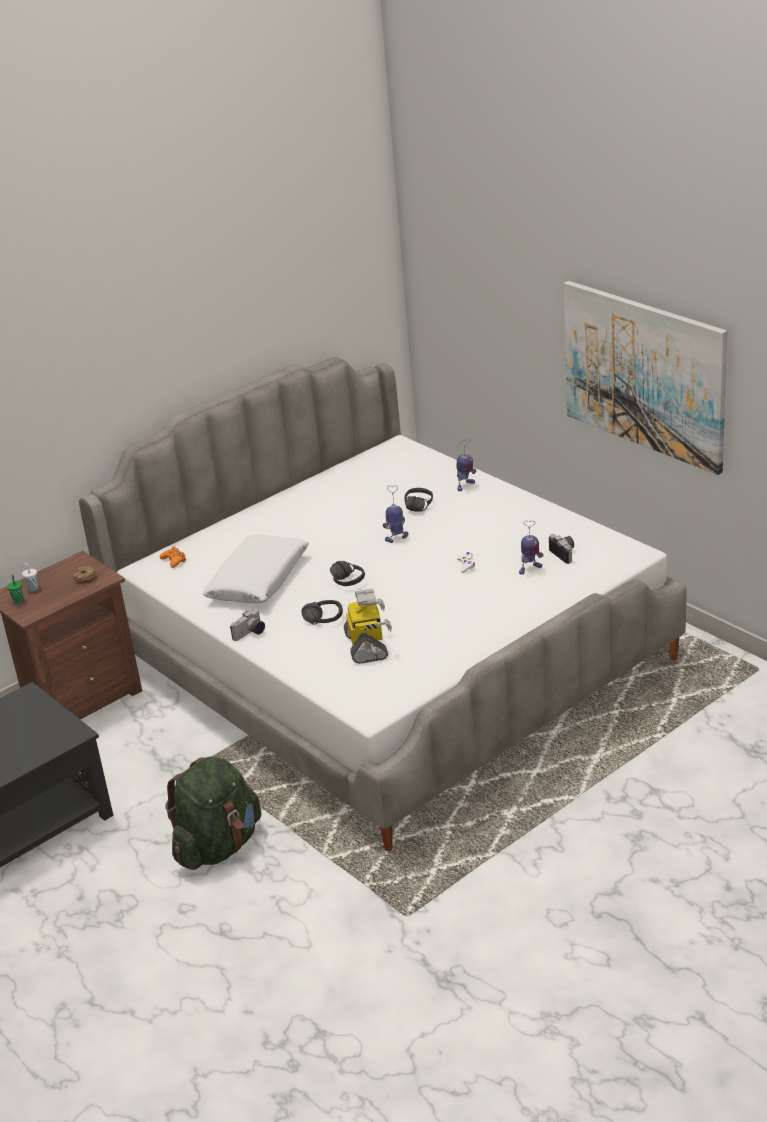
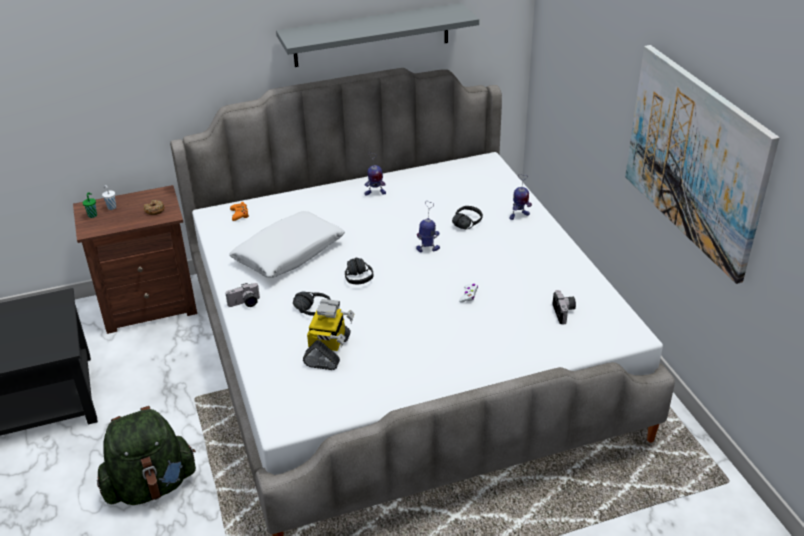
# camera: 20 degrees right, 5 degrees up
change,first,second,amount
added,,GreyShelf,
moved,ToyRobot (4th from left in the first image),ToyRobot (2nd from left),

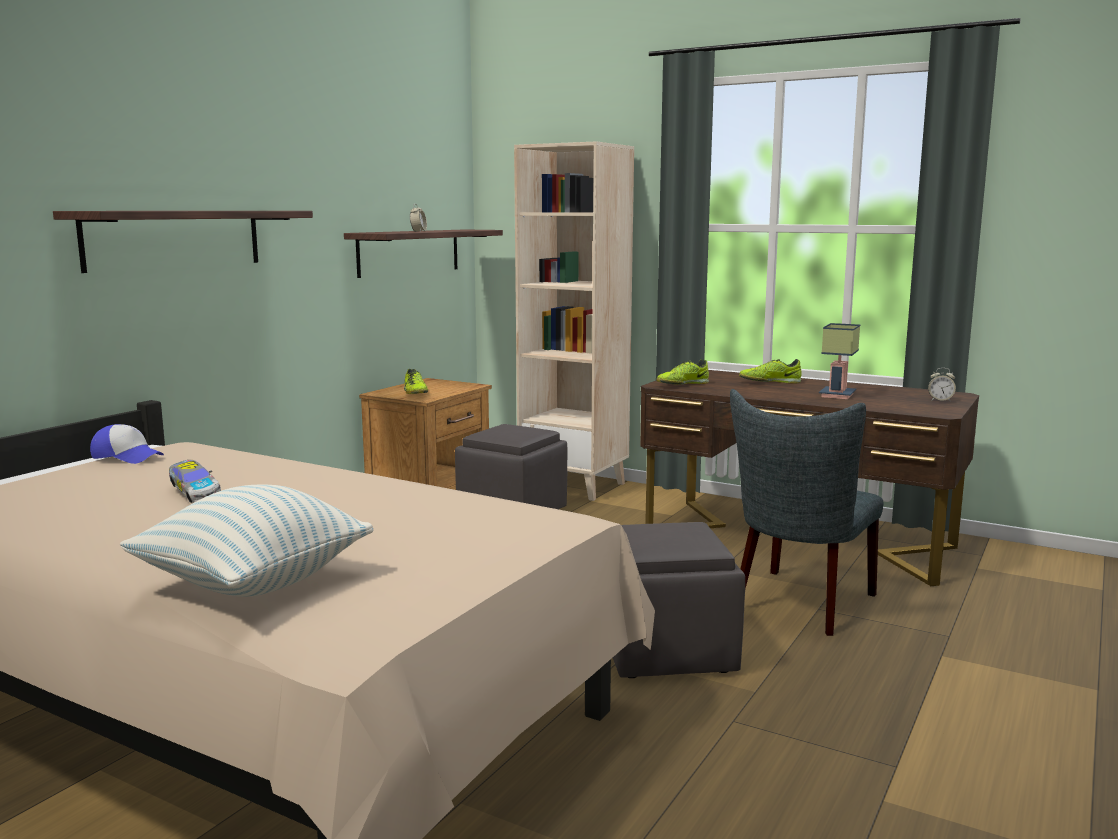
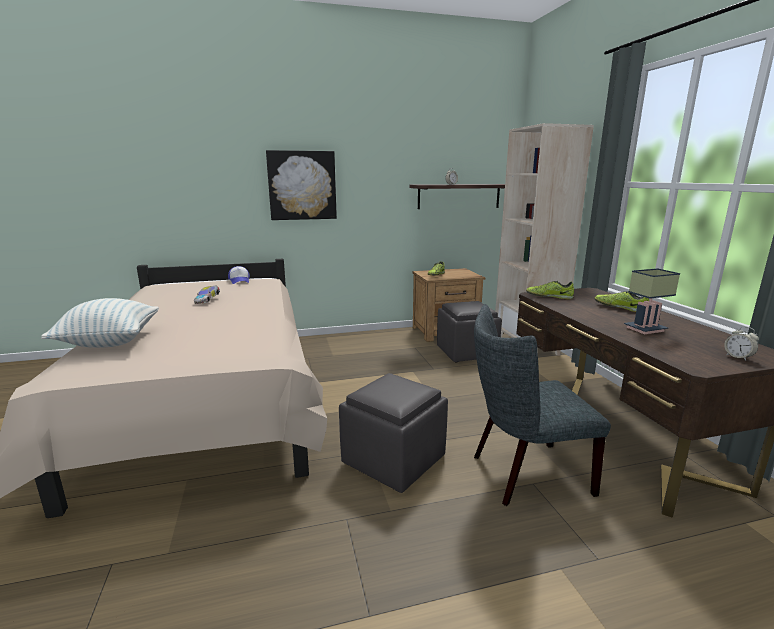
# camera: 45 degrees right, 5 degrees up
change,first,second,amount
replaced,Shelf (1st from left),Picture,

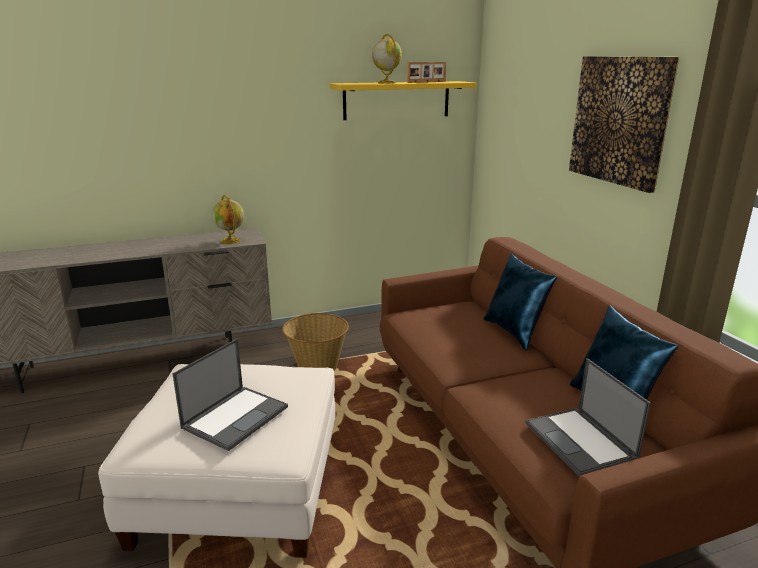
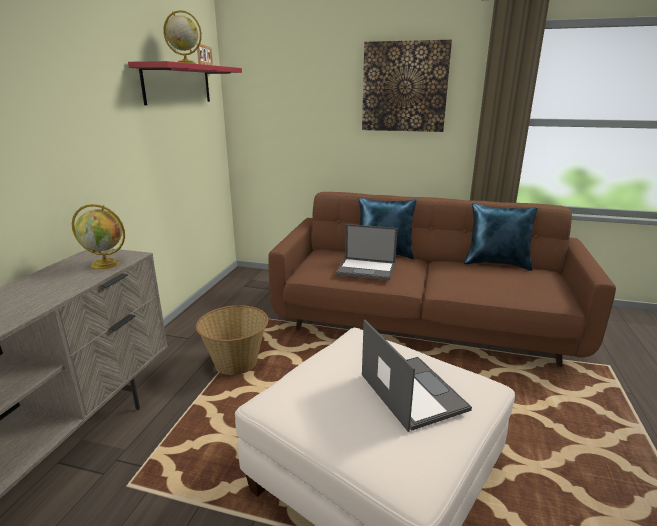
# camera: 55 degrees left, 0 degrees up
change,first,second,amount
moved,Laptop (2nd from left in the first image),Laptop (1st from left),
recoloured,YellowShelf,RedShelf,

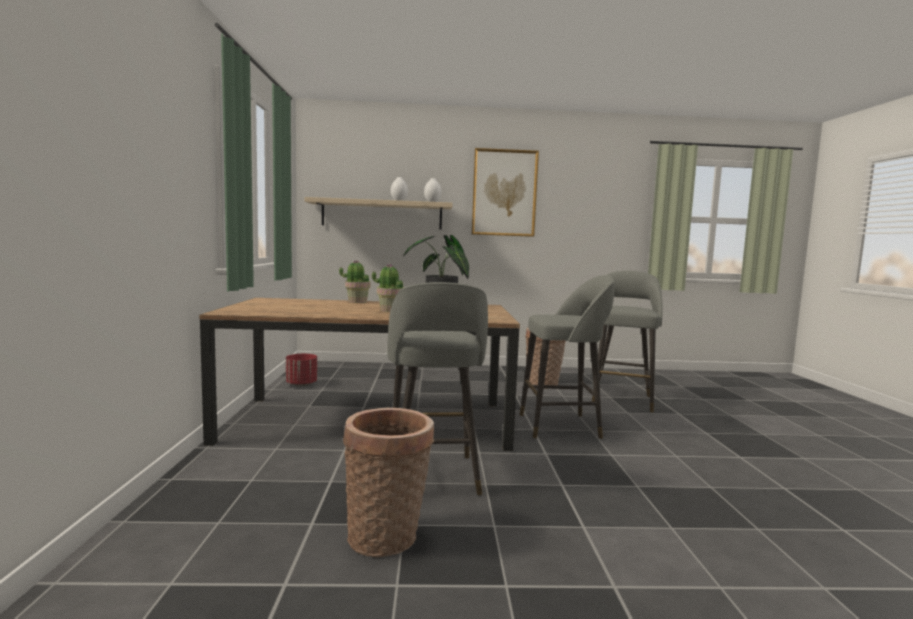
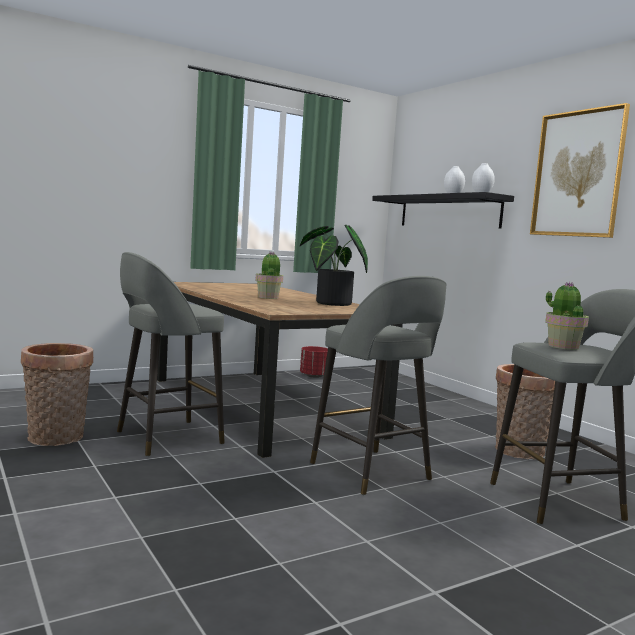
# camera: 60 degrees right, 0 degrees up
change,first,second,amount
moved,PottedPlant (1st from left in the first image),PottedPlant (3rd from left),
recoloured,BeigeShelf,BlackShelf,

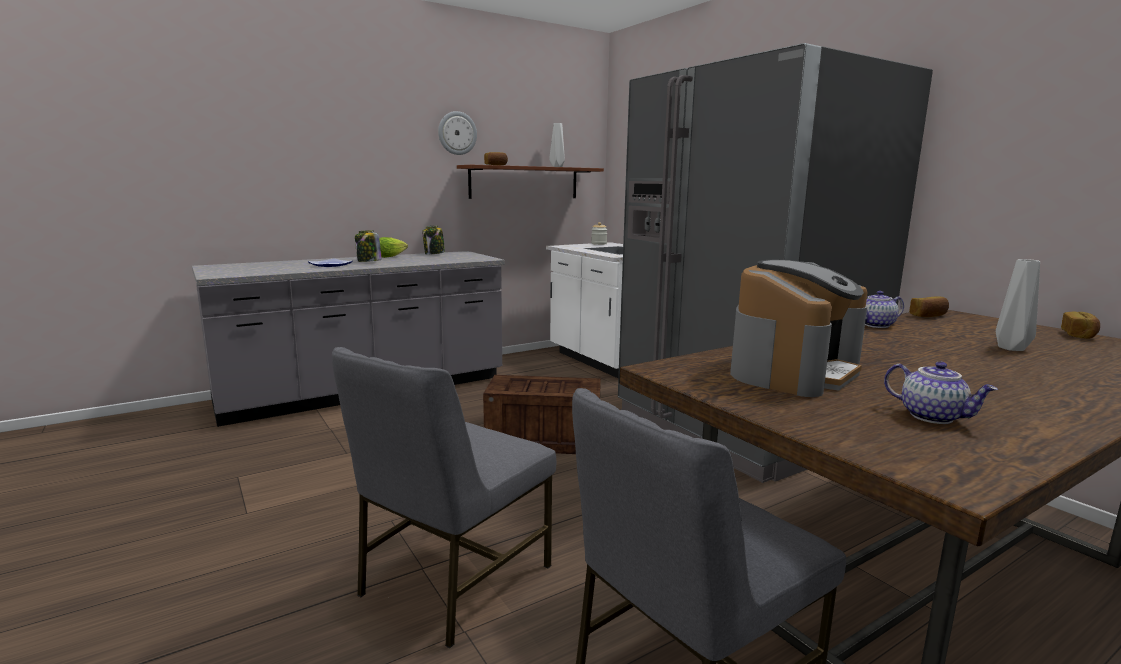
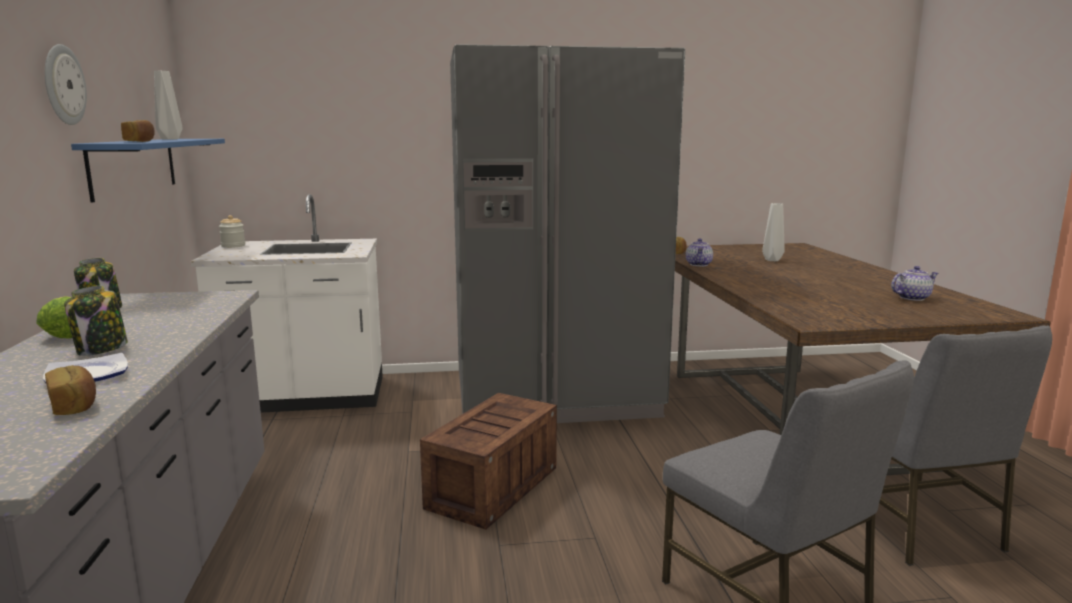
# camera: 65 degrees left, 0 degrees up
change,first,second,amount
removed,CoffeeMachine,,
moved,Bread (3rd from left in the first image),Bread (1st from left),
recoloured,BrownShelf,BlueShelf,

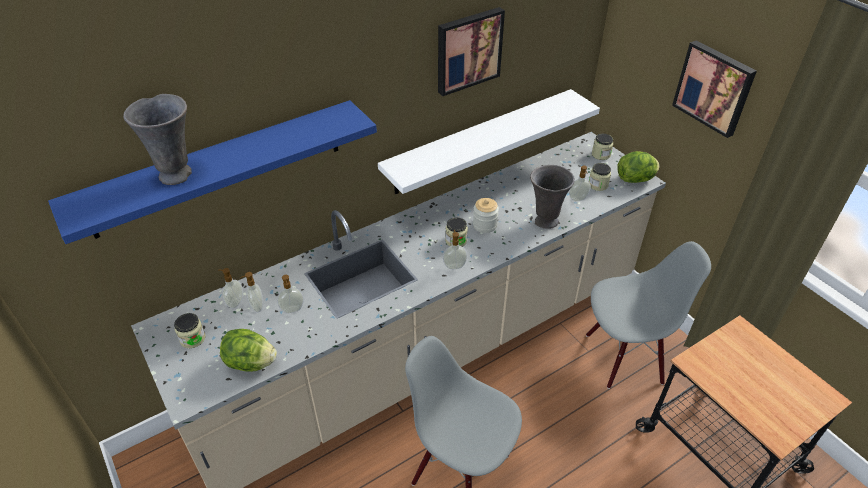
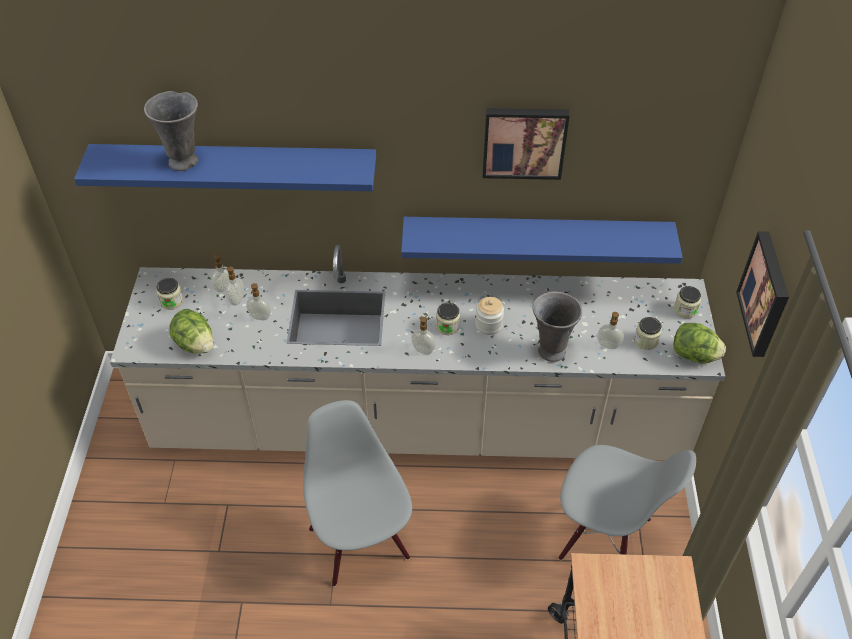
# camera: 35 degrees right, 5 degrees up
change,first,second,amount
recoloured,WhiteShelf,BlueShelf (2nd from left),

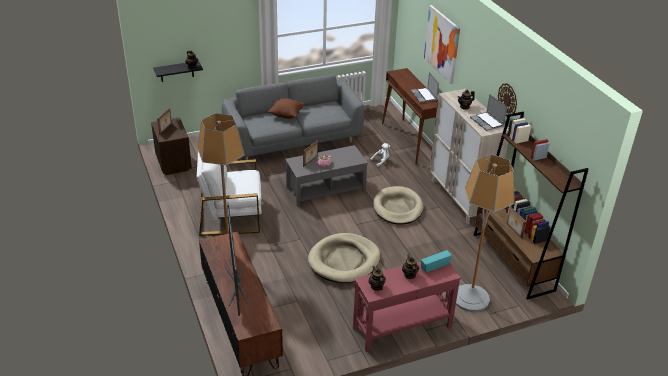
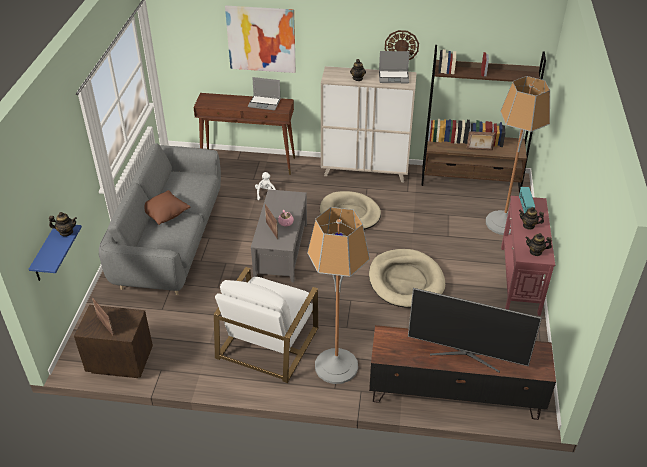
# camera: 60 degrees left, 5 degrees up
change,first,second,amount
recoloured,BlackShelf,BlueShelf,

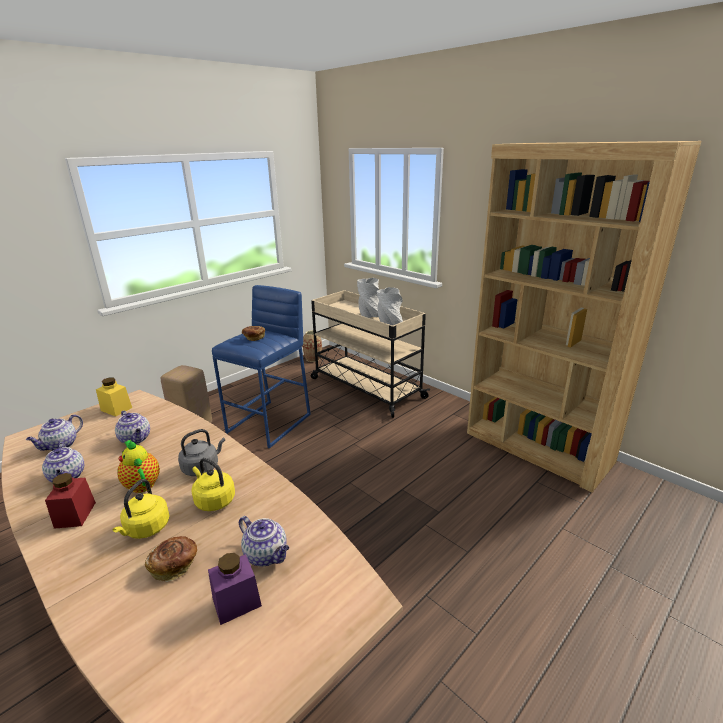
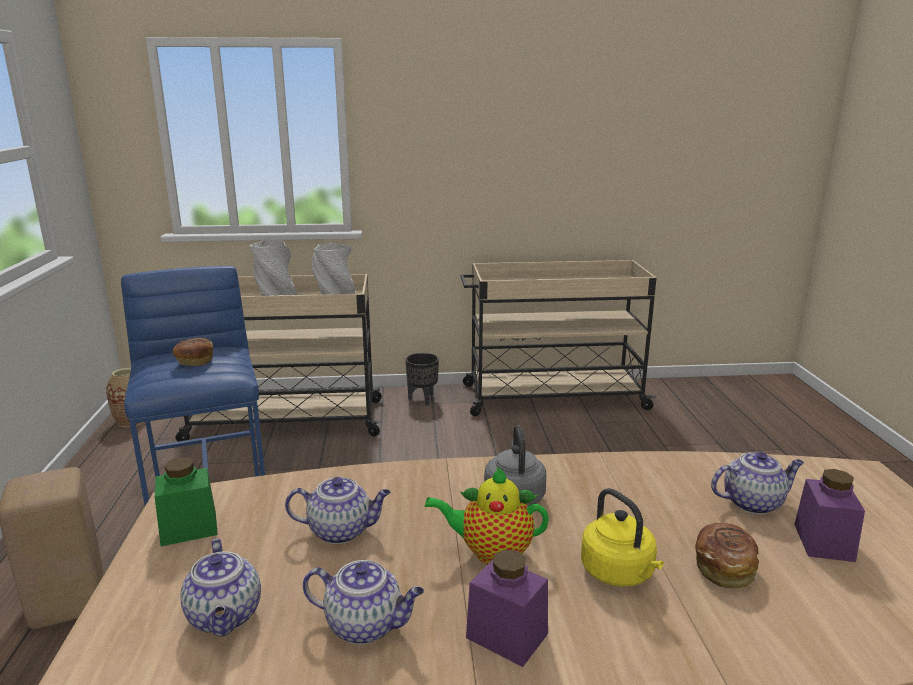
# camera: 50 degrees left, 5 degrees down
change,first,second,amount
removed,YellowKettle (2nd from left),,
added,,BlackPlanter,
replaced,BrownBookcase,BeigeCart (2nd from left),
recoloured,RedJar,PurpleJar (1st from left),
recoloured,YellowJar,GreenJar,

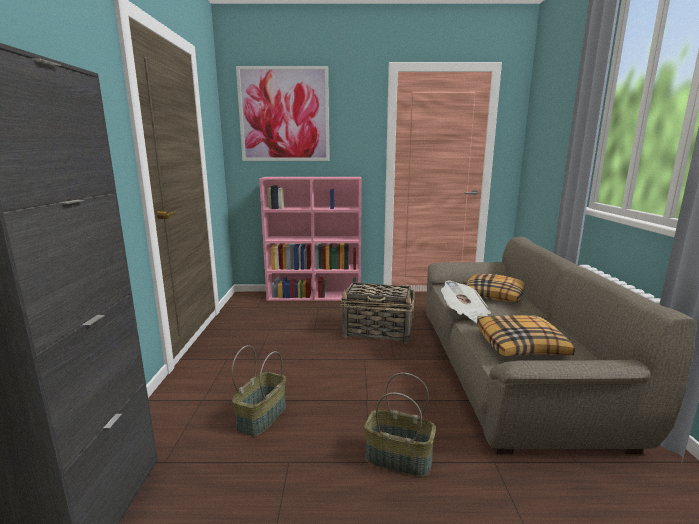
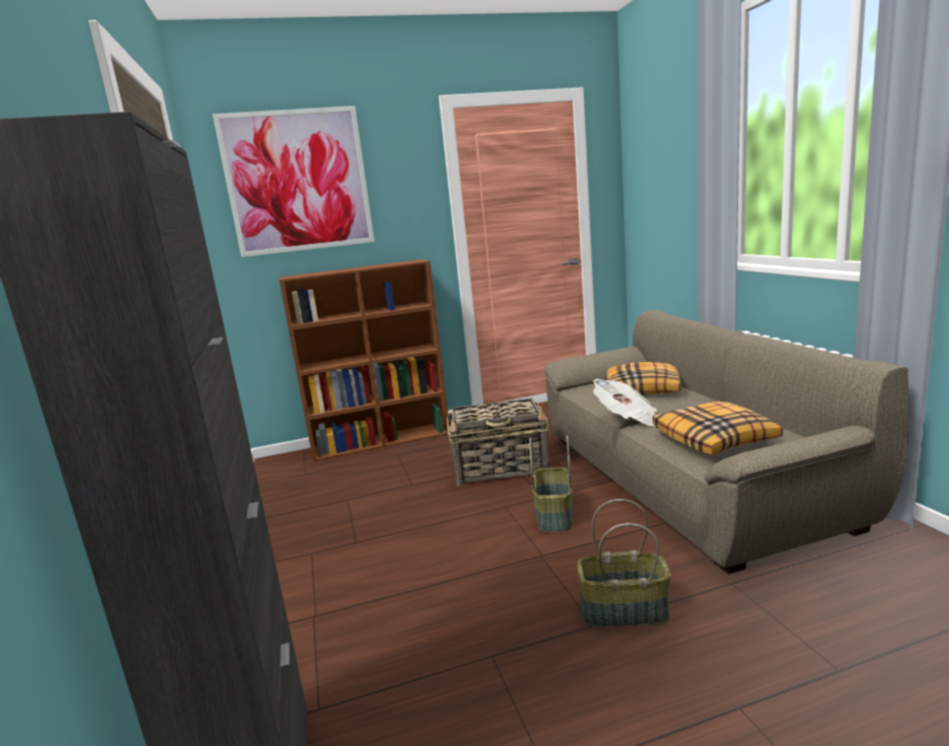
# camera: 15 degrees left, 0 degrees up
change,first,second,amount
moved,Basket (1st from left in the first image),Basket (2nd from left),
recoloured,PinkBookcase,BrownBookcase,

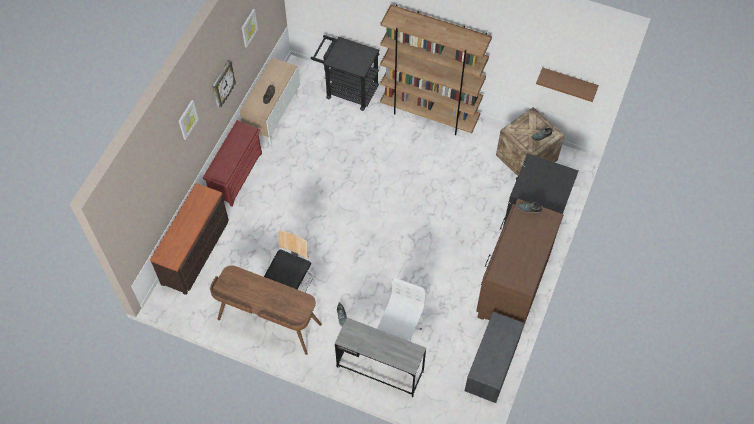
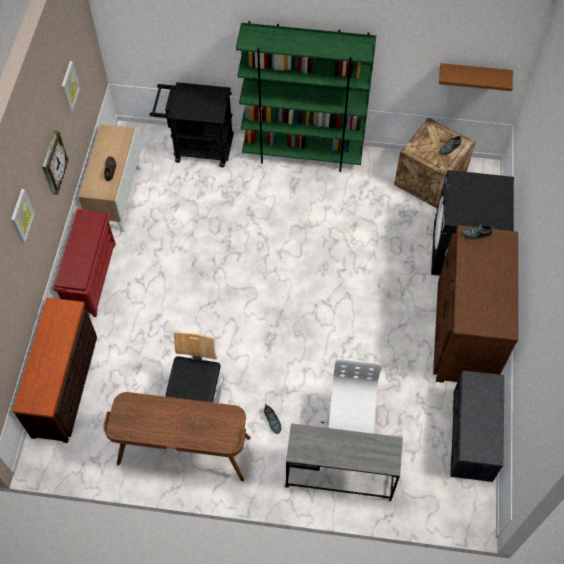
# camera: 15 degrees left, 0 degrees up
change,first,second,amount
recoloured,BrownBookcase,GreenBookcase,

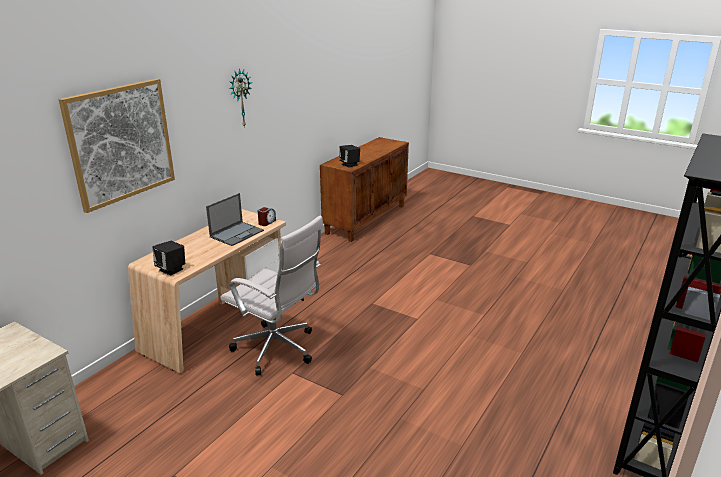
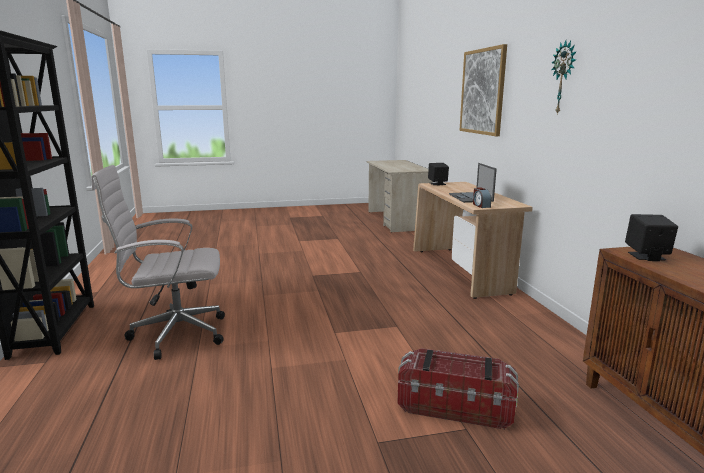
# camera: 135 degrees right, 10 degrees down
change,first,second,amount
added,,StorageBox,
moved,WhiteOfficeChair,,

